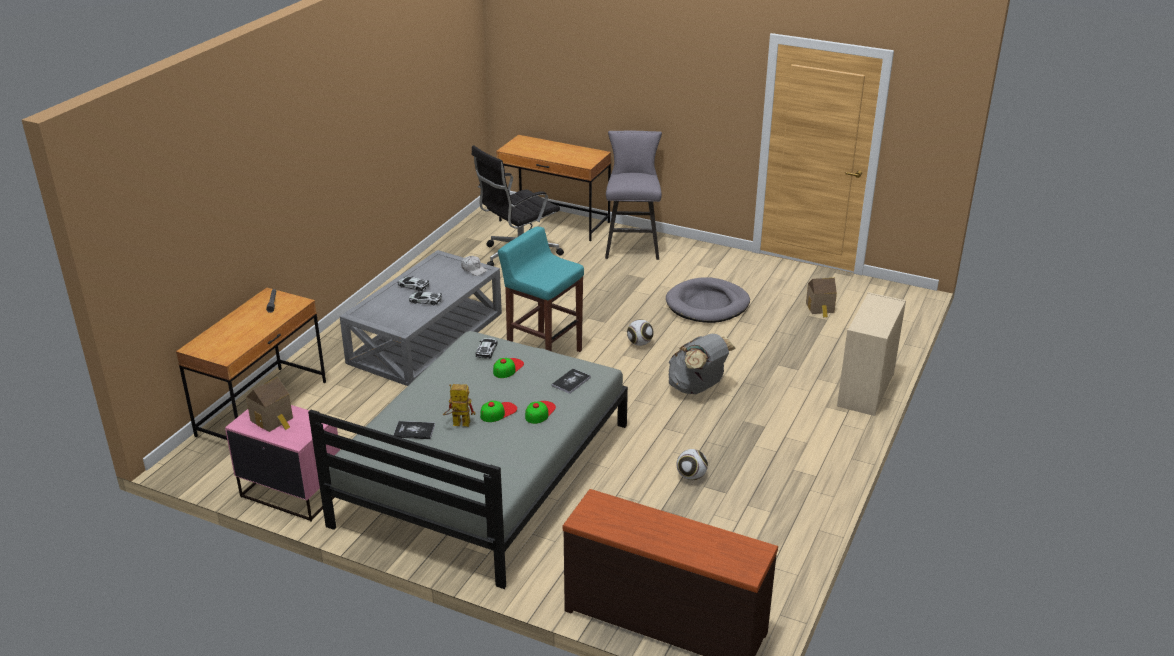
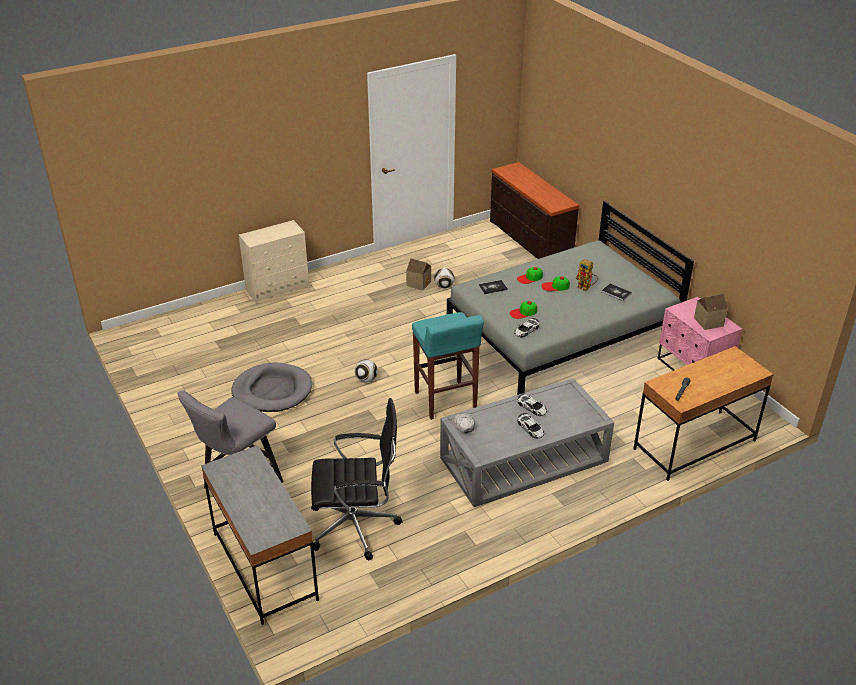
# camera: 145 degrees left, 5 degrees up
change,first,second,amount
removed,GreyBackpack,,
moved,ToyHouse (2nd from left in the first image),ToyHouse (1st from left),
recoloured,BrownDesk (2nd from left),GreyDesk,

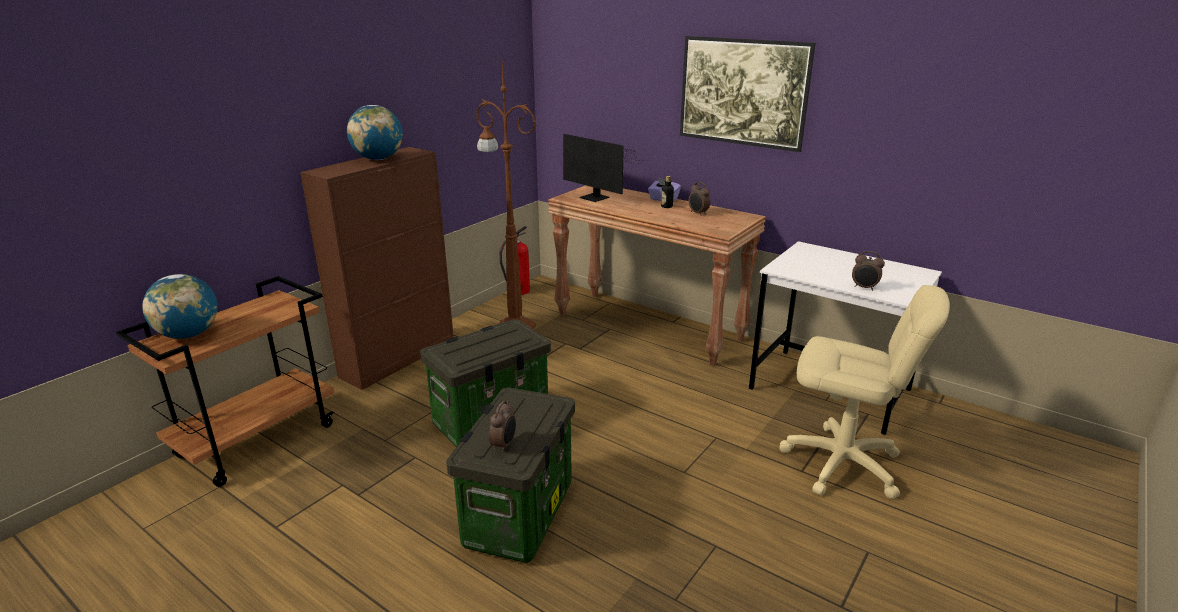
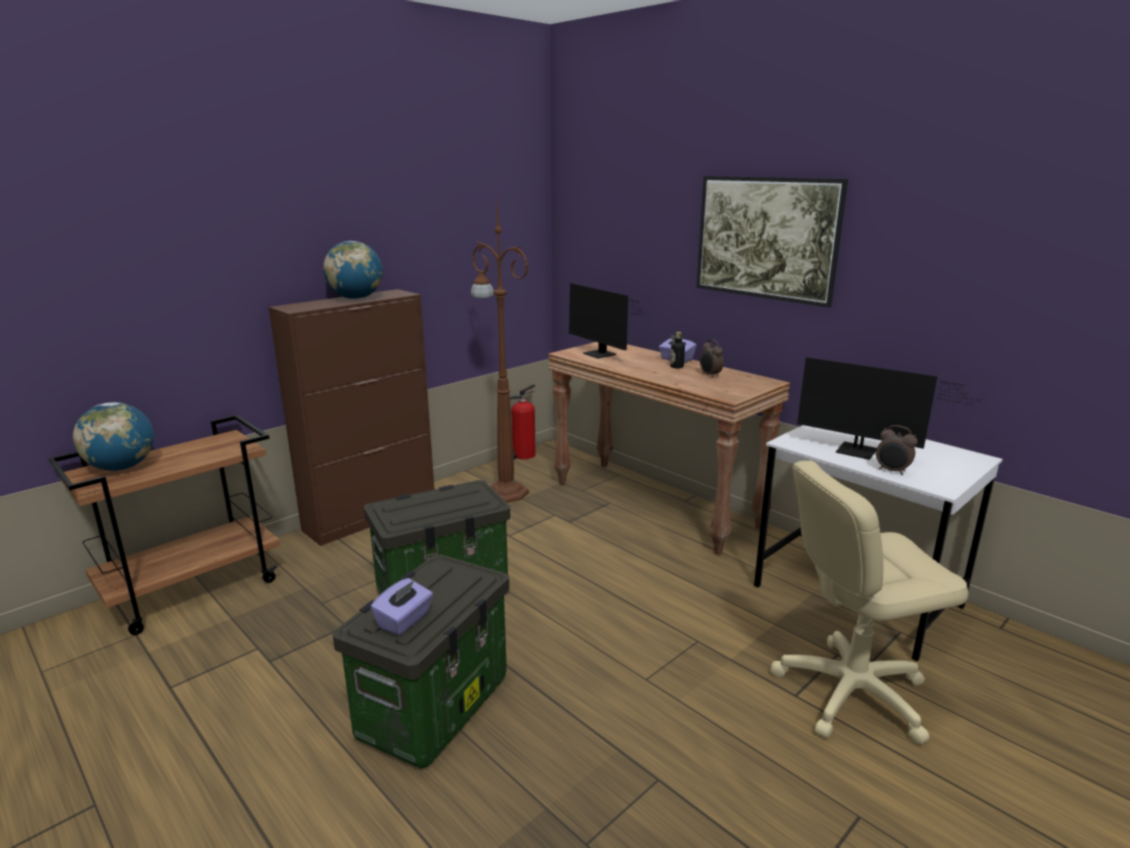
# camera: 10 degrees right, 5 degrees down
change,first,second,amount
added,,Monitor (2nd from left),
replaced,AlarmClock (1st from left),PurpleTissueBox (1st from left),
turned,BeigeOfficeChair,,135 degrees clockwise

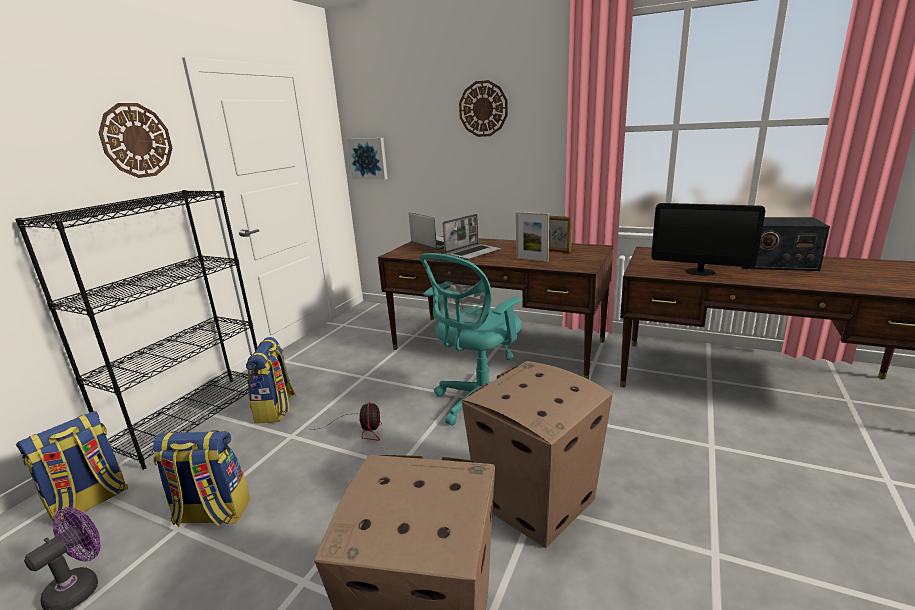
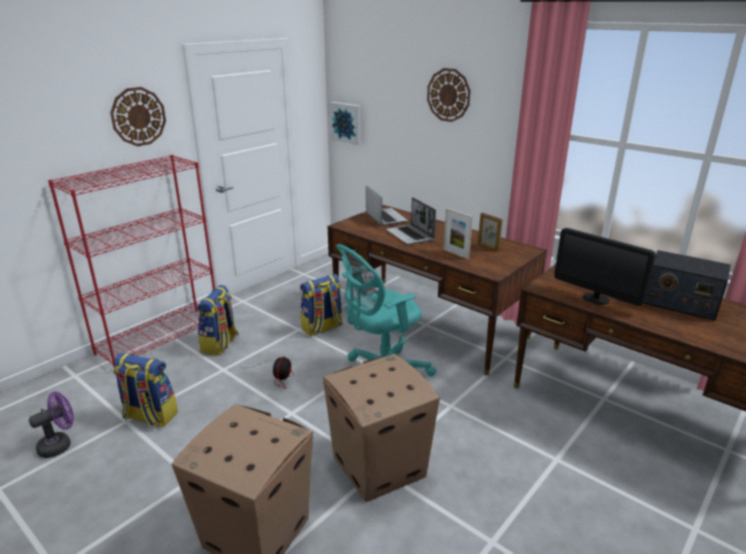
# camera: 15 degrees right, 5 degrees up
change,first,second,amount
moved,Backpack (1st from left in the first image),Backpack (3rd from left),
recoloured,BlackBookcase,RedBookcase,
turned,Laptop (2nd from left),,90 degrees clockwise

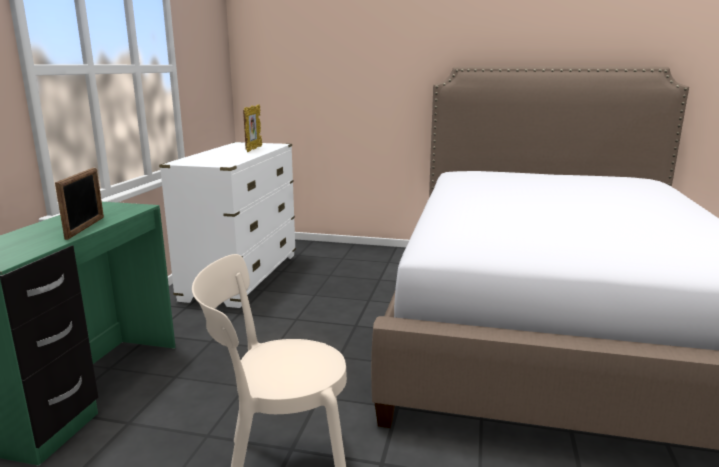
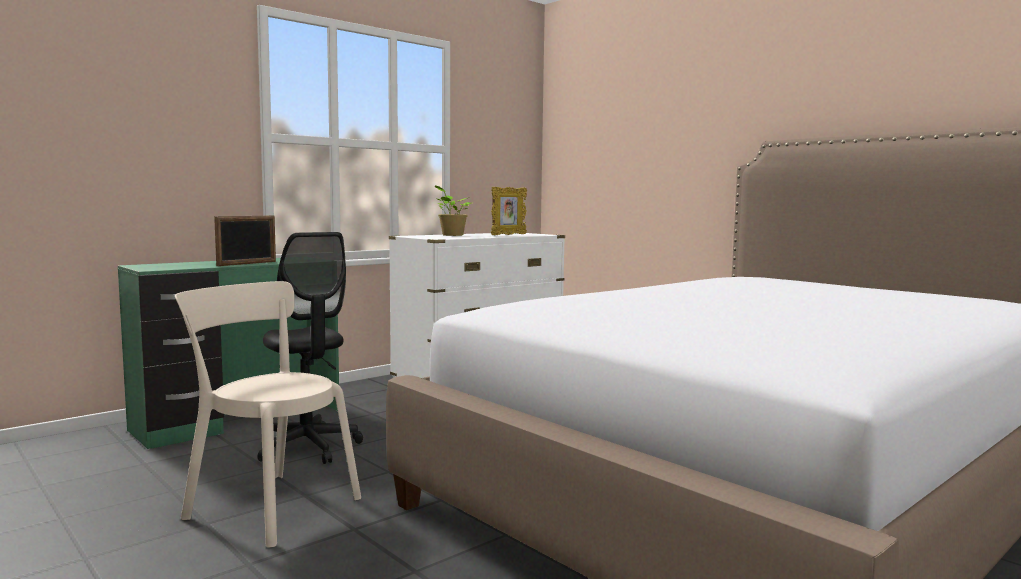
# camera: 35 degrees right, 10 degrees down
change,first,second,amount
added,,BlackOfficeChair,
added,,PottedPlant,

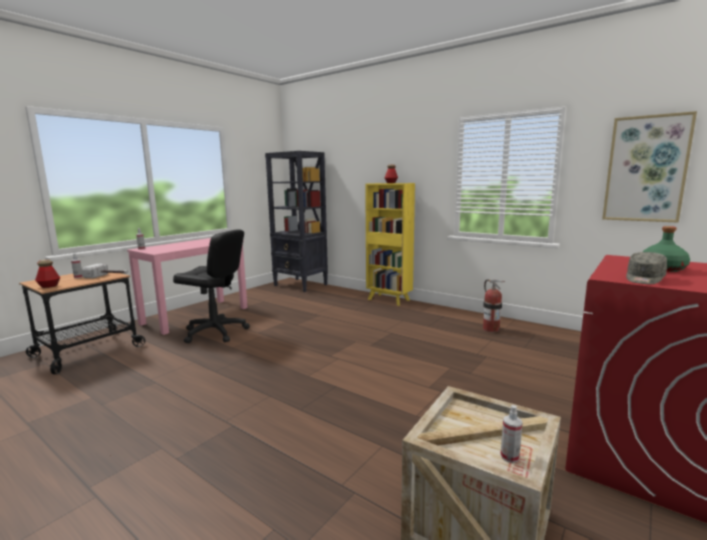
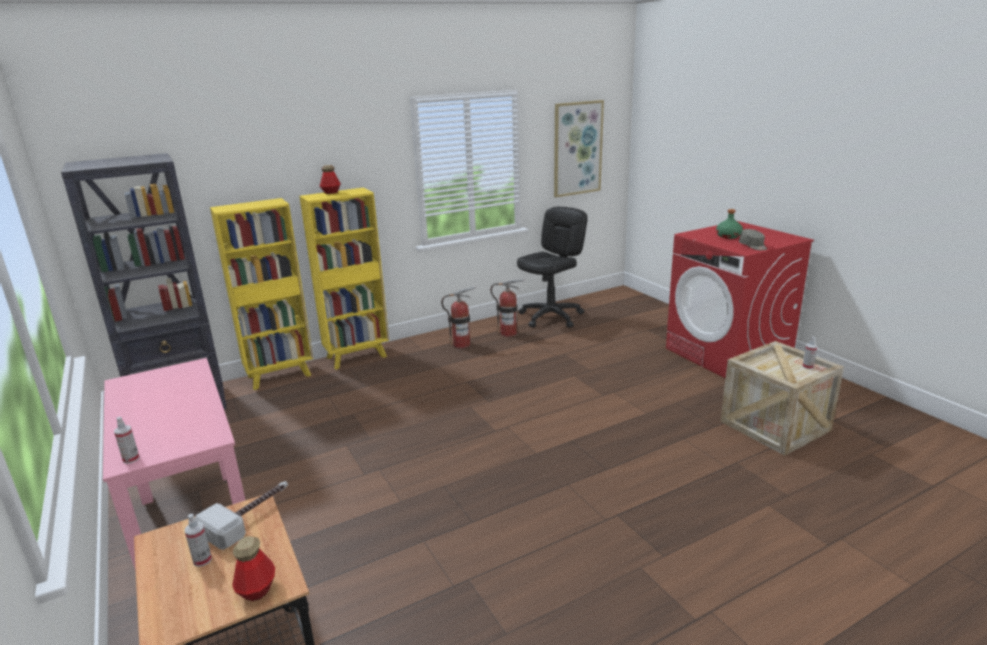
# camera: 65 degrees left, 10 degrees up
change,first,second,amount
added,,YellowBookcase (1st from left),
added,,FireExtinguisher (1st from left),
moved,BlackOfficeChair,,

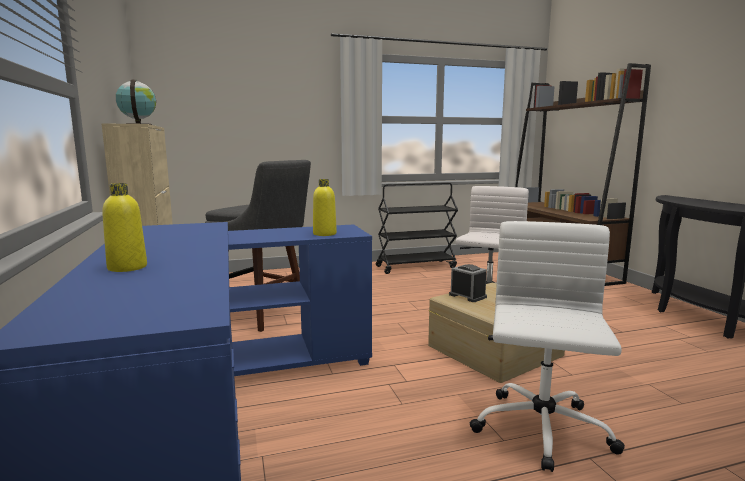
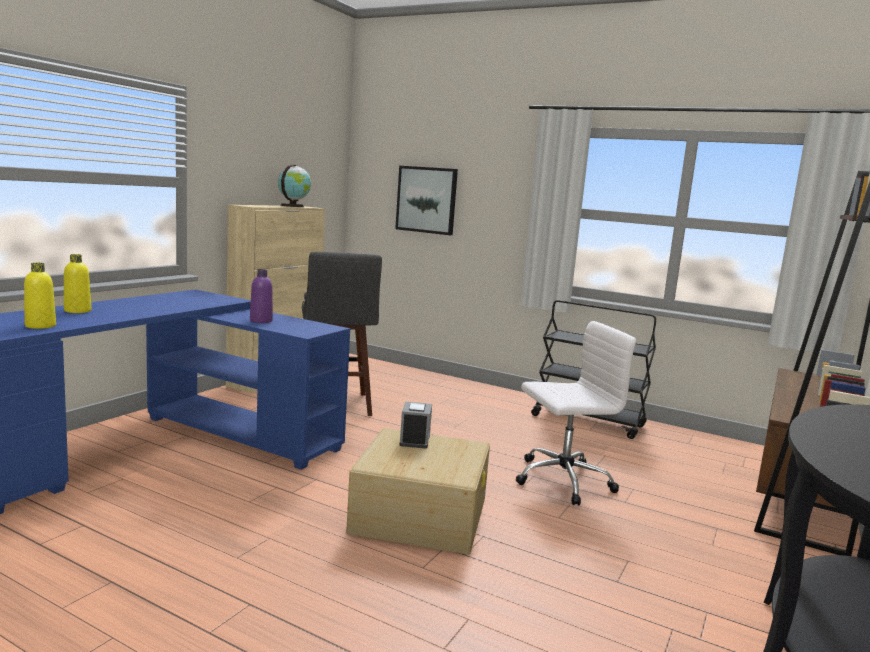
# camera: 45 degrees right, 0 degrees up
change,first,second,amount
removed,WhiteOfficeChair (2nd from left),,
added,,PurpleBottle,
added,,Picture,
moved,YellowBottle (2nd from left in the first image),YellowBottle (1st from left),

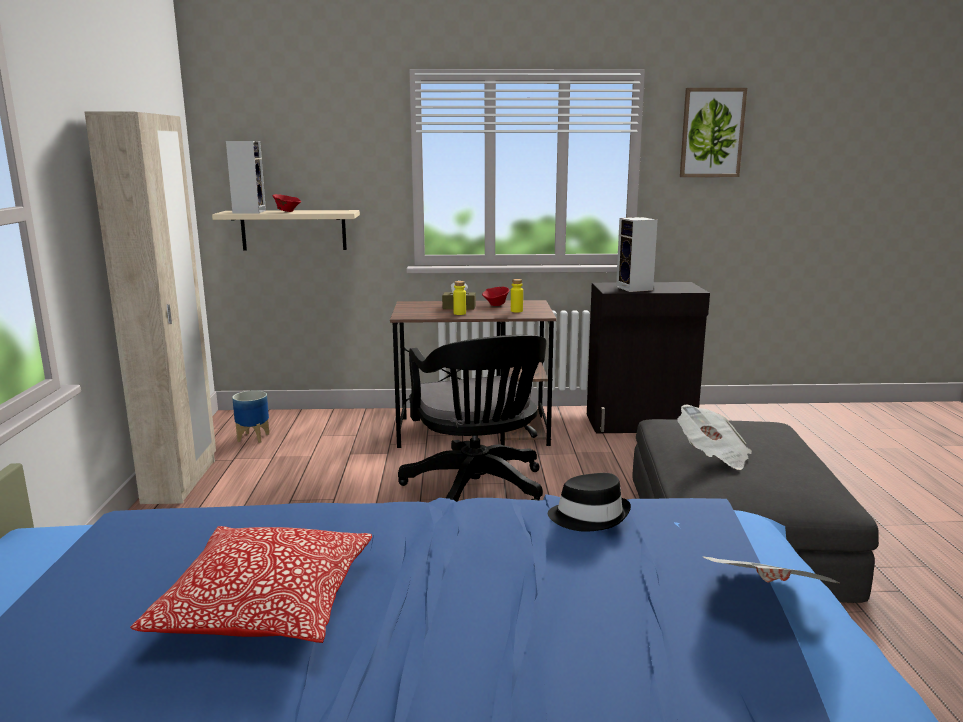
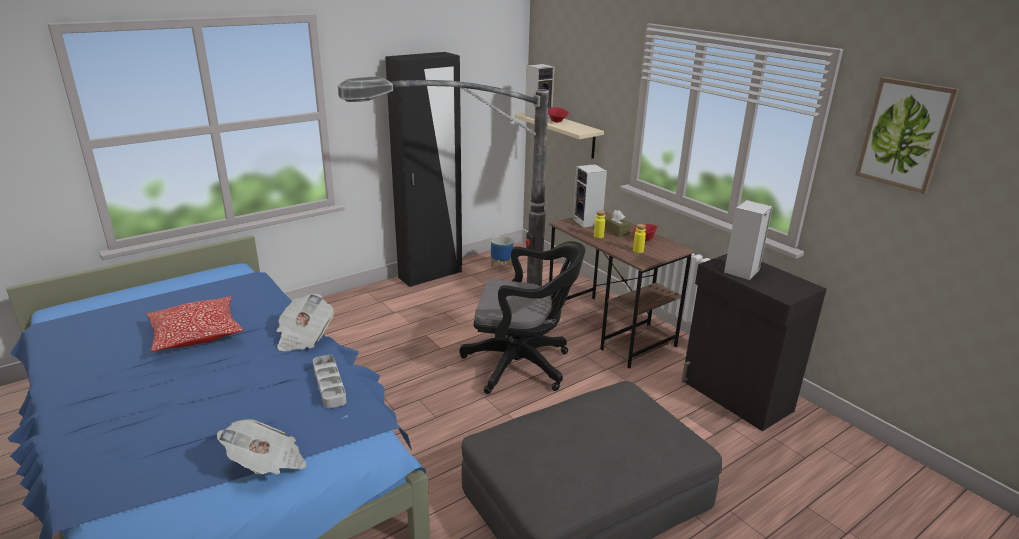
# camera: 55 degrees right, 10 degrees up
change,first,second,amount
added,,FloorLamp,
added,,Speaker (2nd from left),
moved,Newspaper (1st from left in the first image),Newspaper (2nd from left),
replaced,BlackHat,GreyTray,
recoloured,BeigeWardrobe,BlackWardrobe,
turned,BlackOfficeChair,,120 degrees counterclockwise

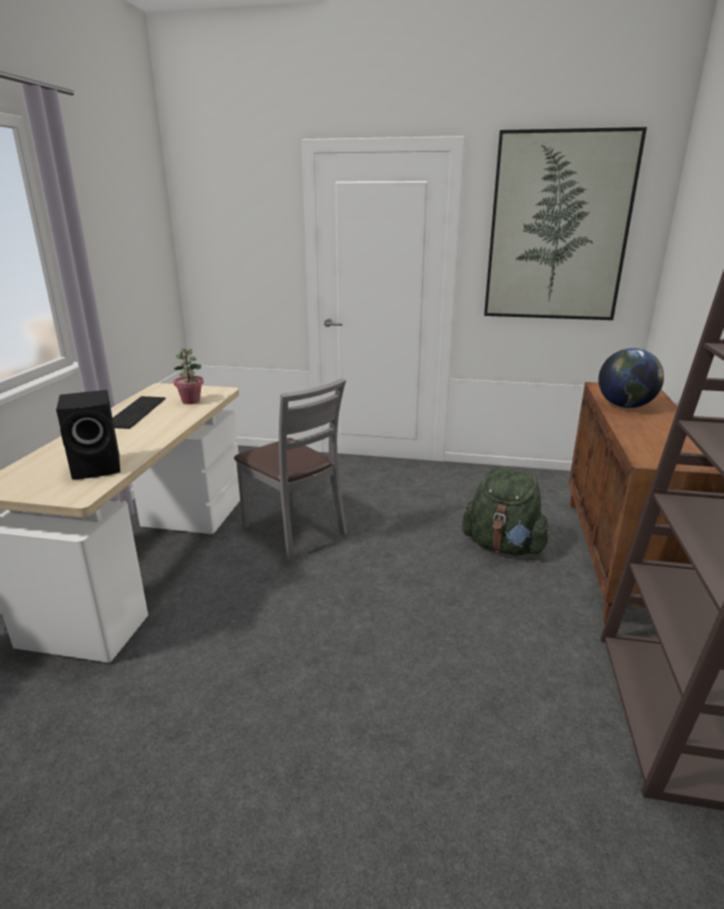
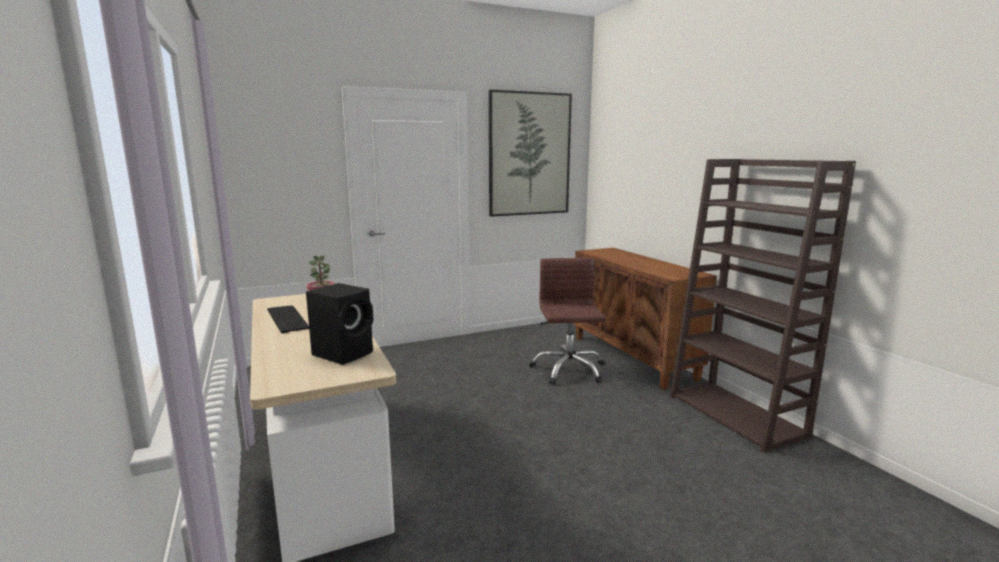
# camera: 35 degrees left, 10 degrees down
change,first,second,amount
removed,GreyChair,,
removed,Globe,,
replaced,GreenBackpack,BrownOfficeChair,

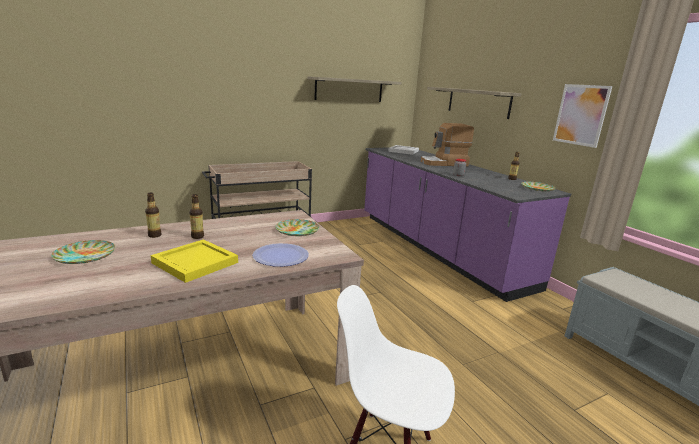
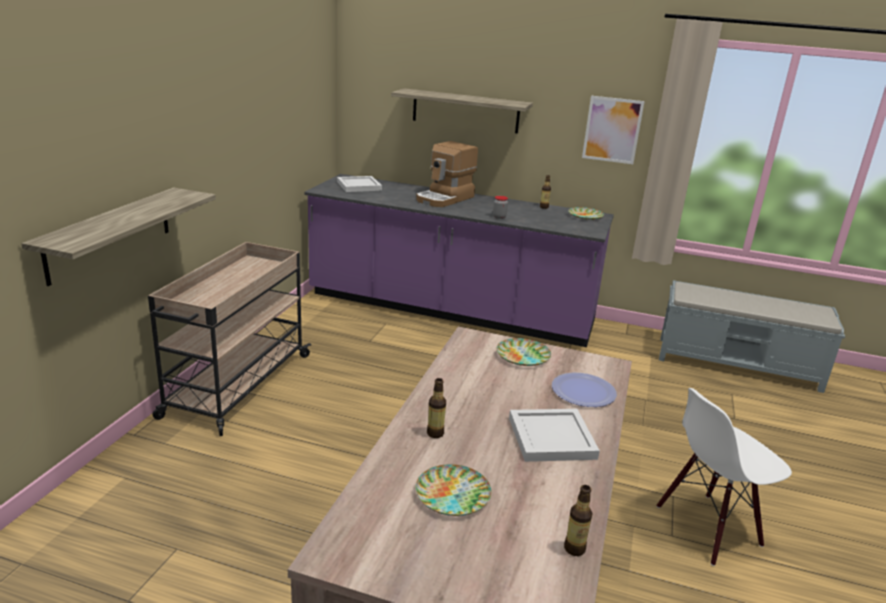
# camera: 45 degrees left, 5 degrees up
change,first,second,amount
moved,Bottle (2nd from left in the first image),Bottle (3rd from left),
moved,Shelf (1st from left),,
recoloured,YellowTray,WhiteTray (2nd from left),

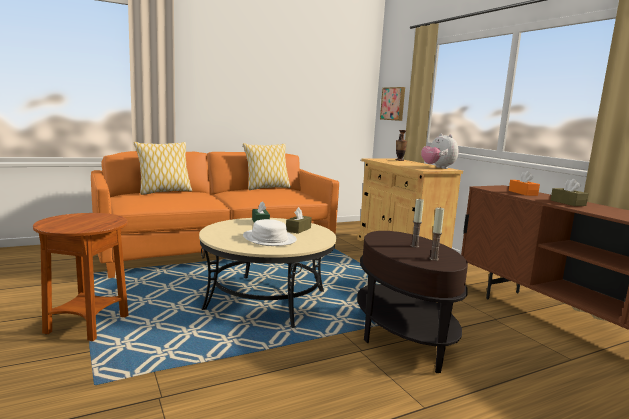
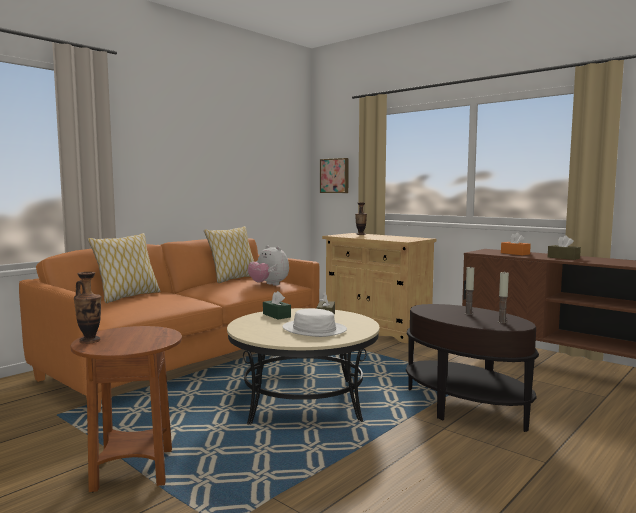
# camera: 20 degrees left, 5 degrees down
change,first,second,amount
added,,Vase (1st from left),
moved,PlushToy,,

